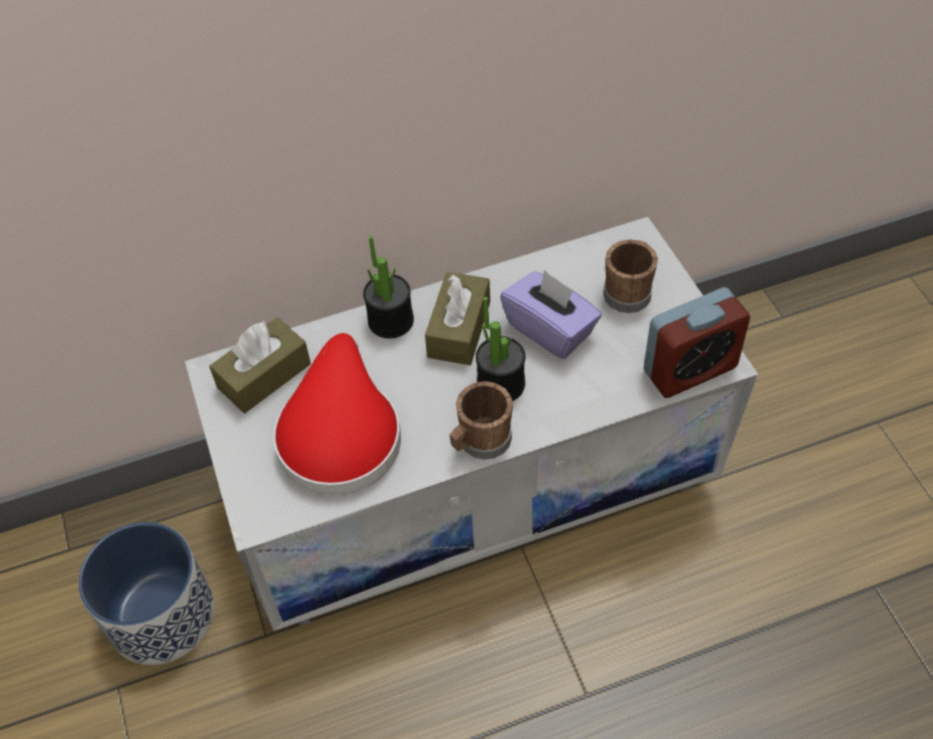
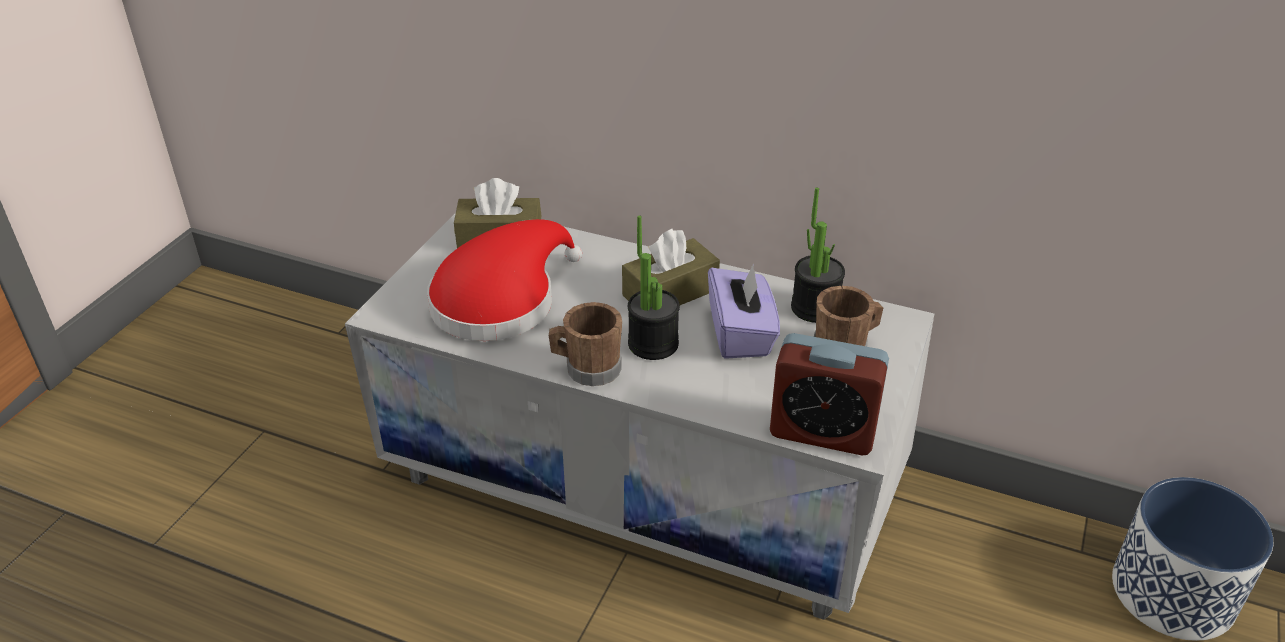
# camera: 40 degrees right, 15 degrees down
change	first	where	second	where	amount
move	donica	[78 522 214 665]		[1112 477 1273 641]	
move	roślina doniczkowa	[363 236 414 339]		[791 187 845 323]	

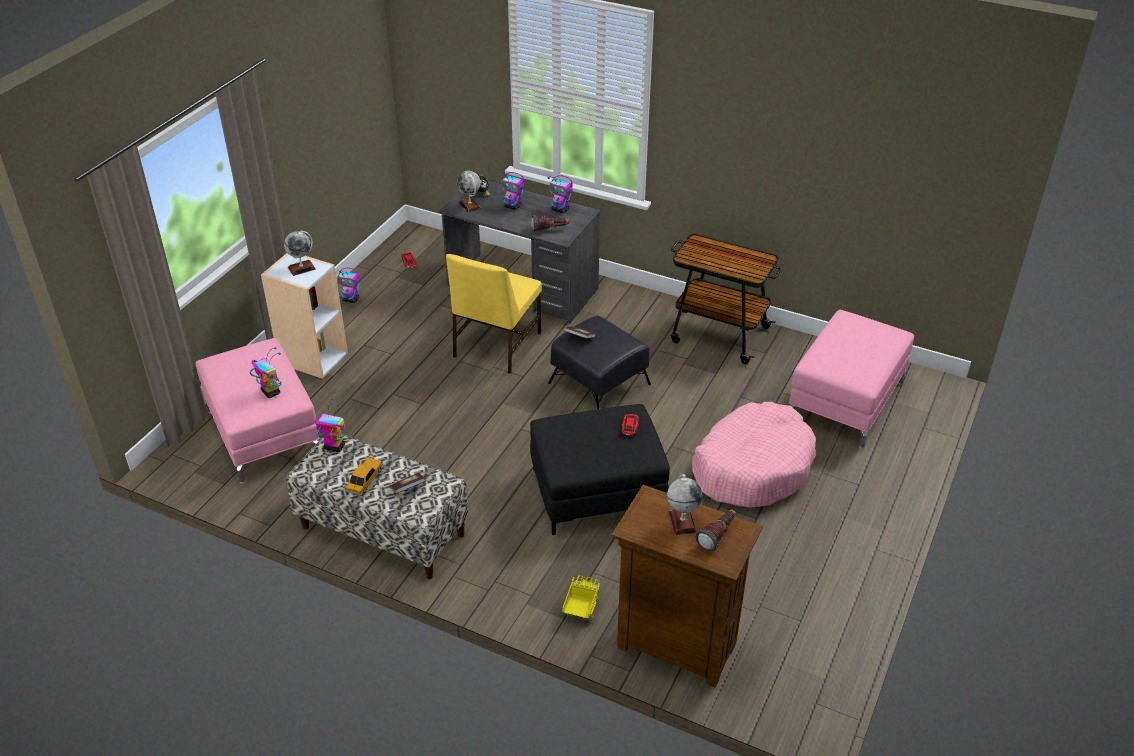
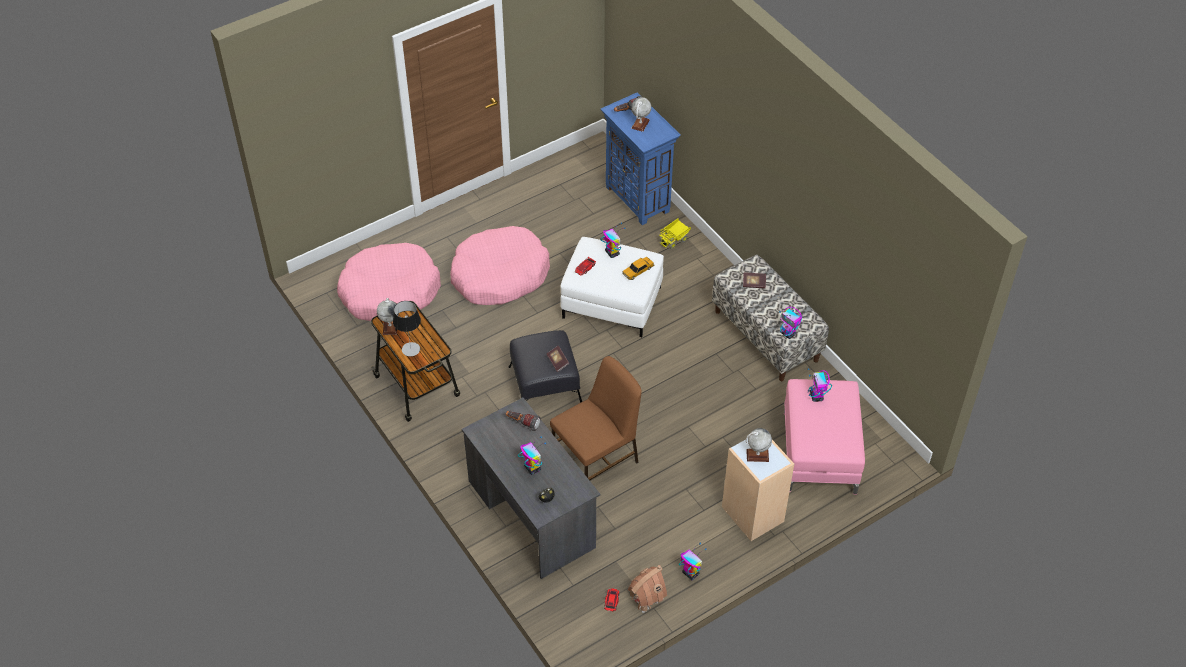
# camera: 150 degrees left, 10 degrees up
change	first	where	second	where	amount
move	samochodzik	[345 458 383 496]		[622 257 654 280]	
recolor	krzesło (żółty)	[446 254 542 374]	krzesło (brązowy)	[550 356 642 480]	
move	globus	[457 171 482 213]		[377 298 398 335]	
recolor	pufa (czarny)	[530 404 670 535]	pufa (biały)	[560 237 664 337]	
move	robot zabawkowy	[547 175 573 214]		[600 223 626 258]	
recolor	szafka (brązowy)	[612 485 763 688]	szafka (niebieski)	[600 93 681 225]	
replace	pufa (różowy)	[789 310 914 449]	legowisko (różowy)	[337 243 441 321]	
insert			lampa stołowa	[393 301 421 357]	
insert			domek	[628 565 667 613]	

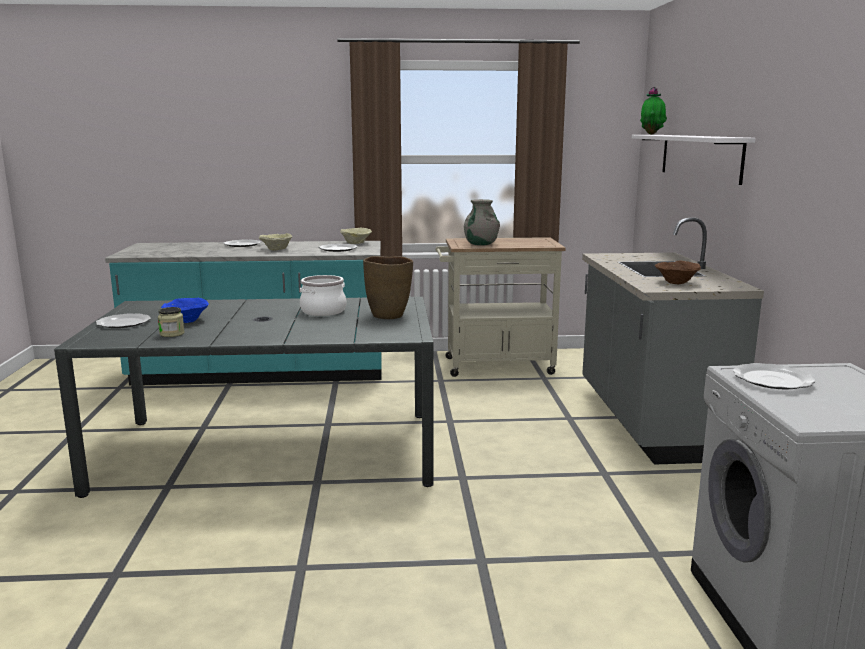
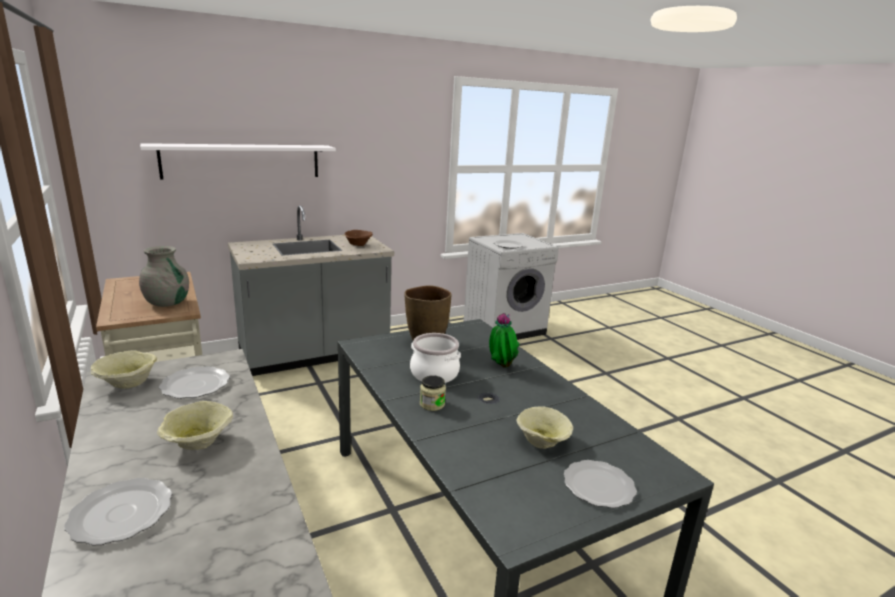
# camera: 115 degrees left, 5 degrees up
change	first	where	second	where	amount
move	słoik	[158 307 185 337]		[420 376 446 411]	
recolor	miska (niebieski)	[161 298 209 323]	miska (beżowy)	[517 406 573 449]	
move	roślina doniczkowa	[640 87 667 135]		[489 313 520 368]	

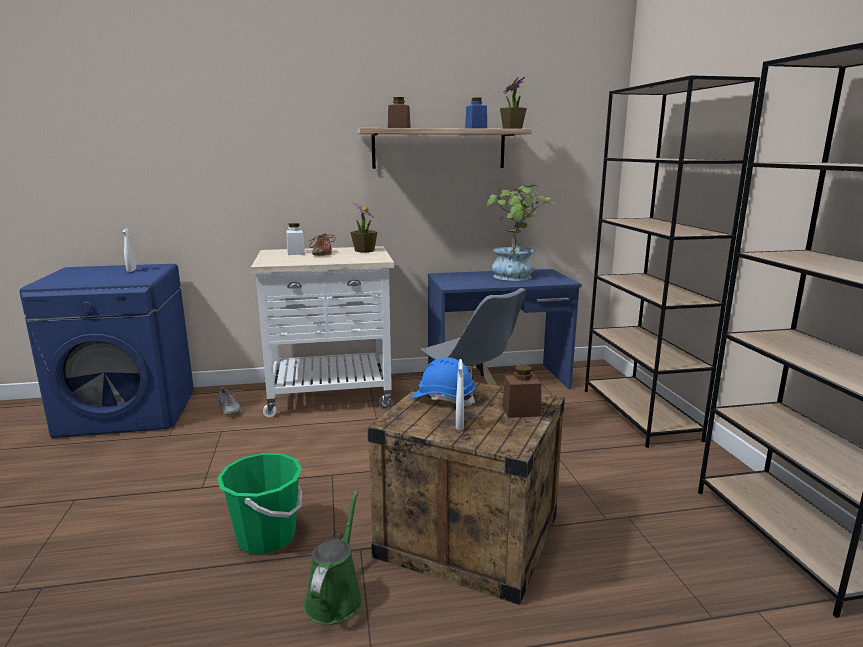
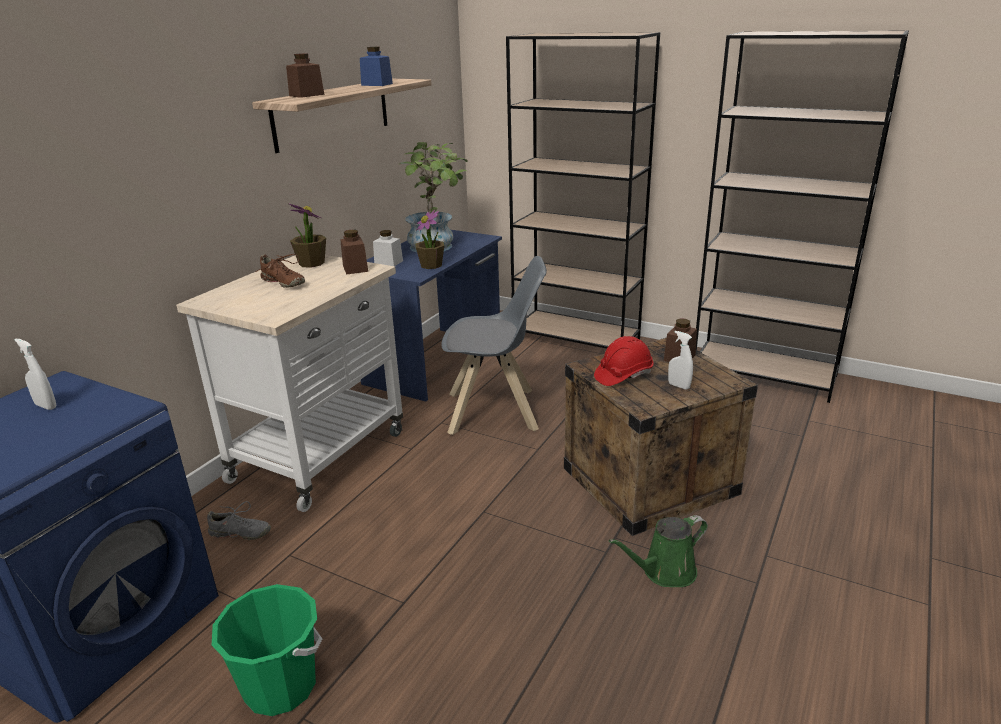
# camera: 50 degrees left, 10 degrees up
change	first	where	second	where	amount
move	wiadro (zielony)	[217 453 302 554]		[212 584 322 716]	
move	słoik (biały)	[286 223 305 255]		[373 230 403 266]	
rotate	konewka (zielony)	[304 491 363 625]		[609 515 708 587]	75 degrees counterclockwise
recolor	kask (niebieski)	[412 357 475 406]	kask (czerwony)	[594 336 654 386]	
move	roślina doniczkowa	[500 77 527 129]		[415 210 444 269]	
insert			słoik (brązowy)	[340 230 368 275]	

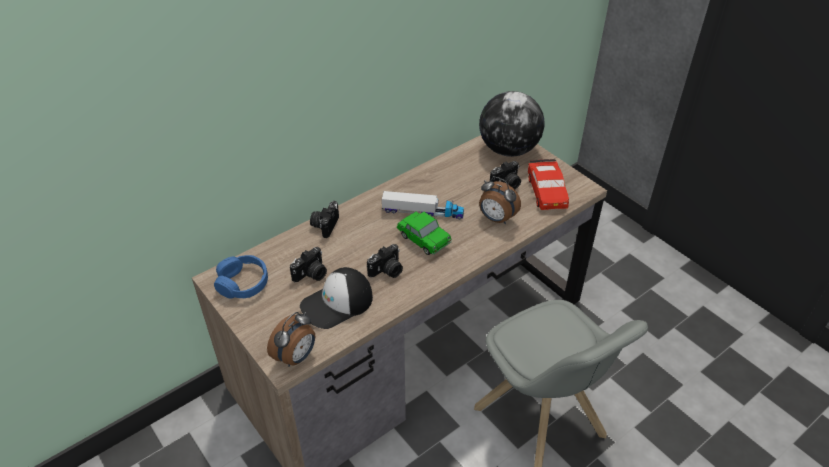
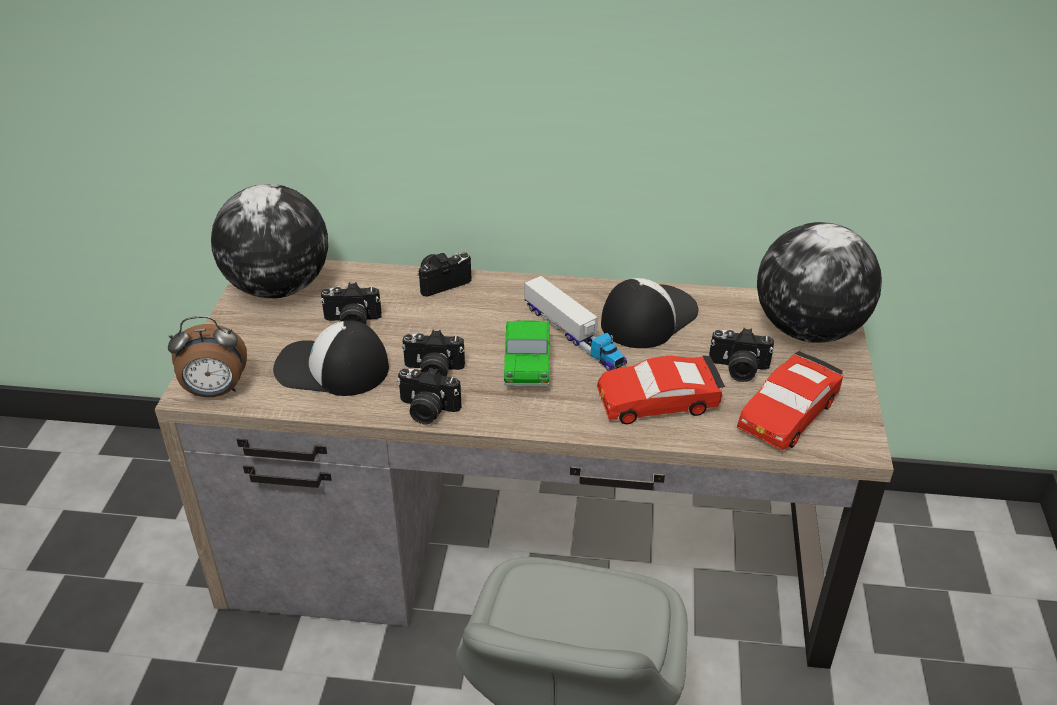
# camera: 45 degrees right, 5 degrees down
change	first	where	second	where	amount
replace	słuchawki (niebieski)	[214 255 268 298]	globus	[211 184 328 299]	
replace	budzik	[479 177 521 224]	samochodzik (czerwony)	[597 355 725 424]	
insert			aparat fotograficzny	[397 367 462 424]	
insert			czapka z daszkiem	[601 278 699 348]	

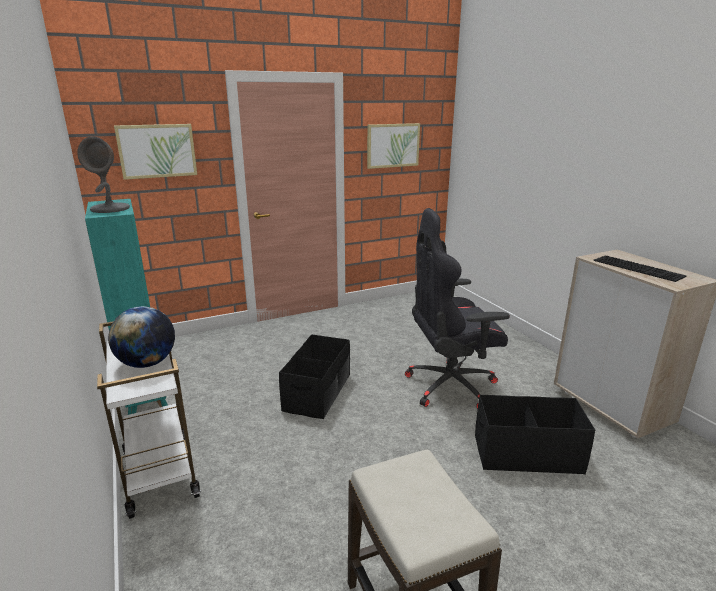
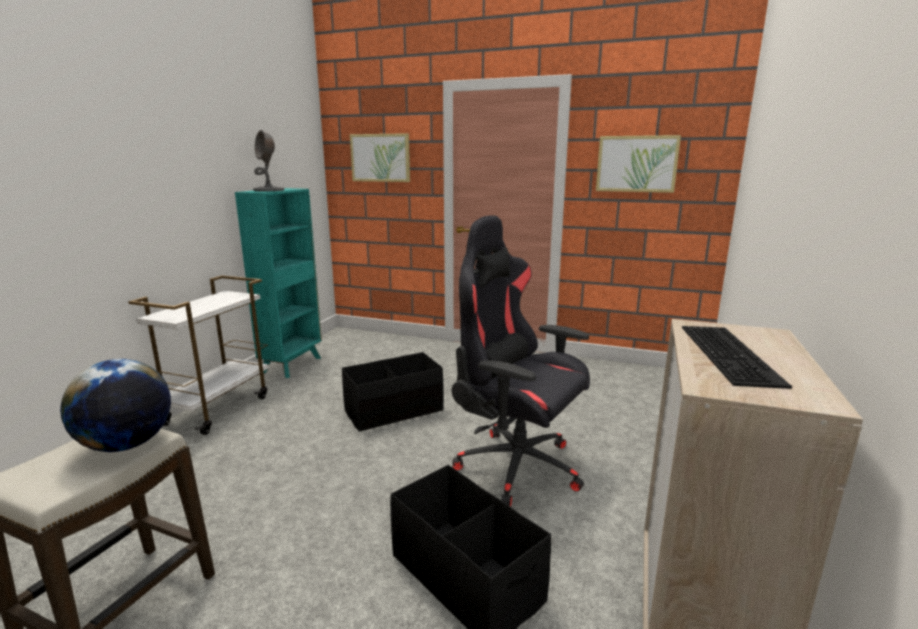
# camera: 45 degrees right, 5 degrees down
change	first	where	second	where	amount
move	globus	[108 306 175 368]		[60 359 171 452]	

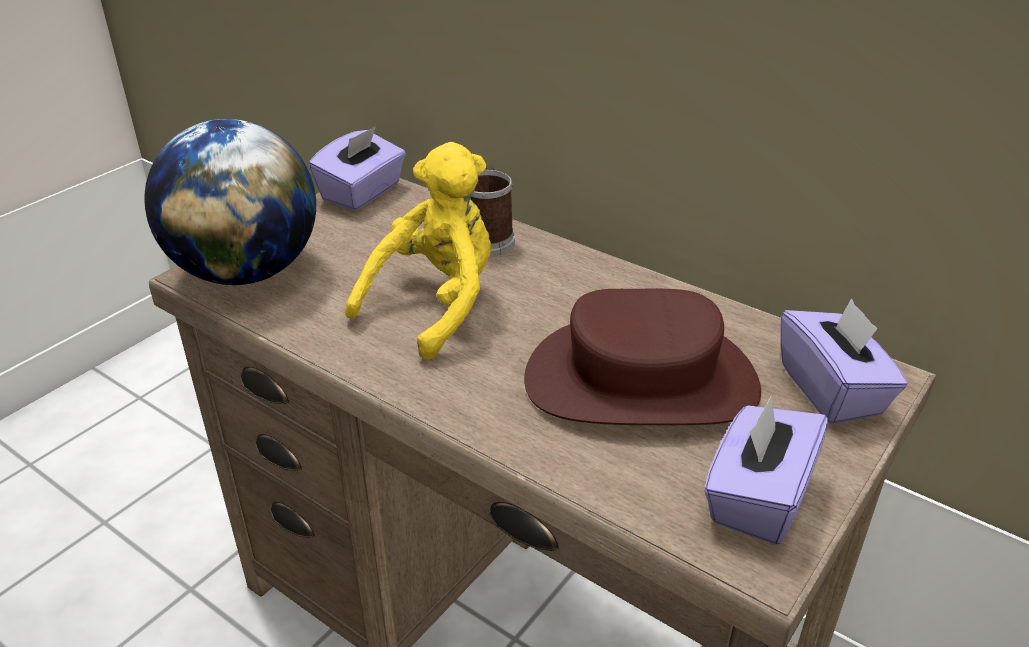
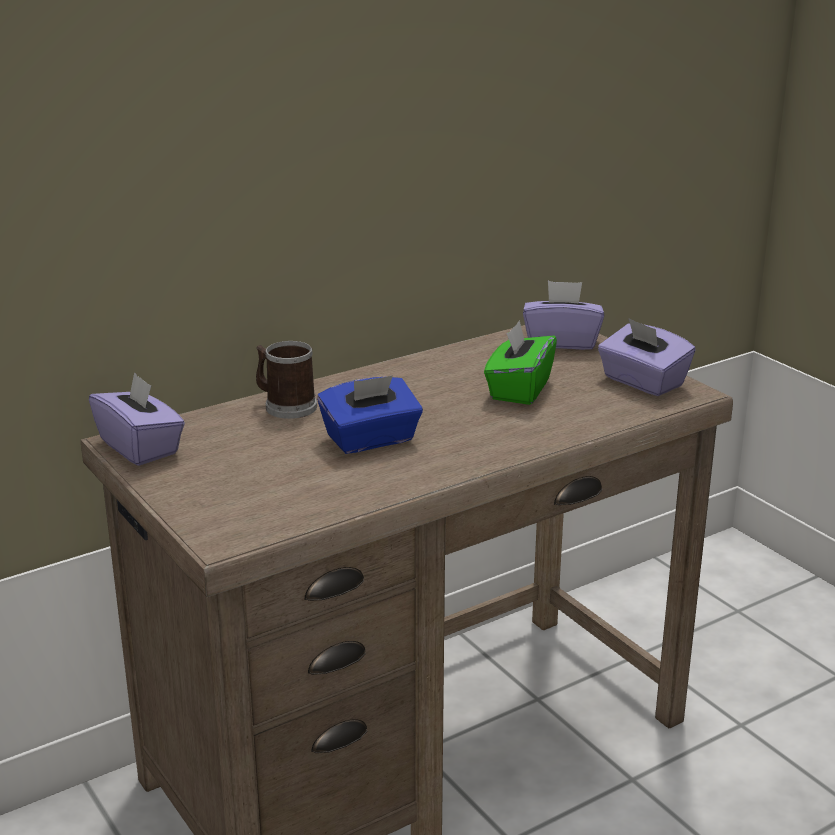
# camera: 70 degrees left, 10 degrees down
change	first	where	second	where	amount
delete	globus	[144 119 316 285]			
replace	pluszak (żółty)	[345 142 491 360]	pudełko chusteczek (niebieski)	[317 375 423 454]	
replace	kapelusz (brązowy)	[524 288 761 425]	pudełko chusteczek (zielony)	[484 320 557 405]	

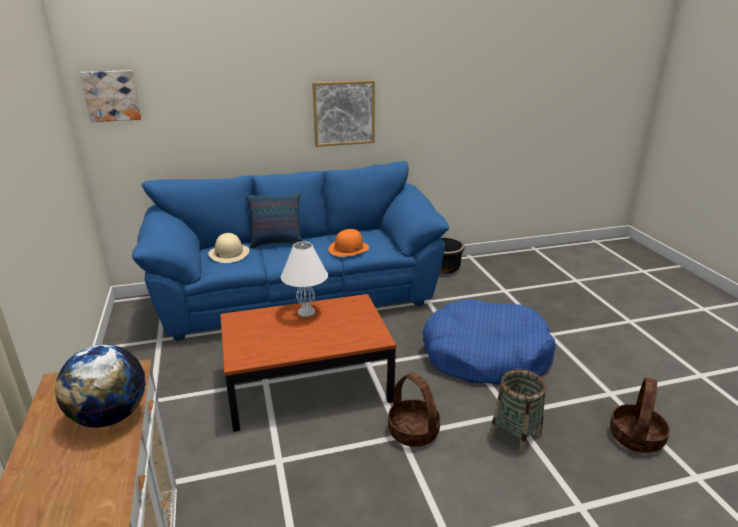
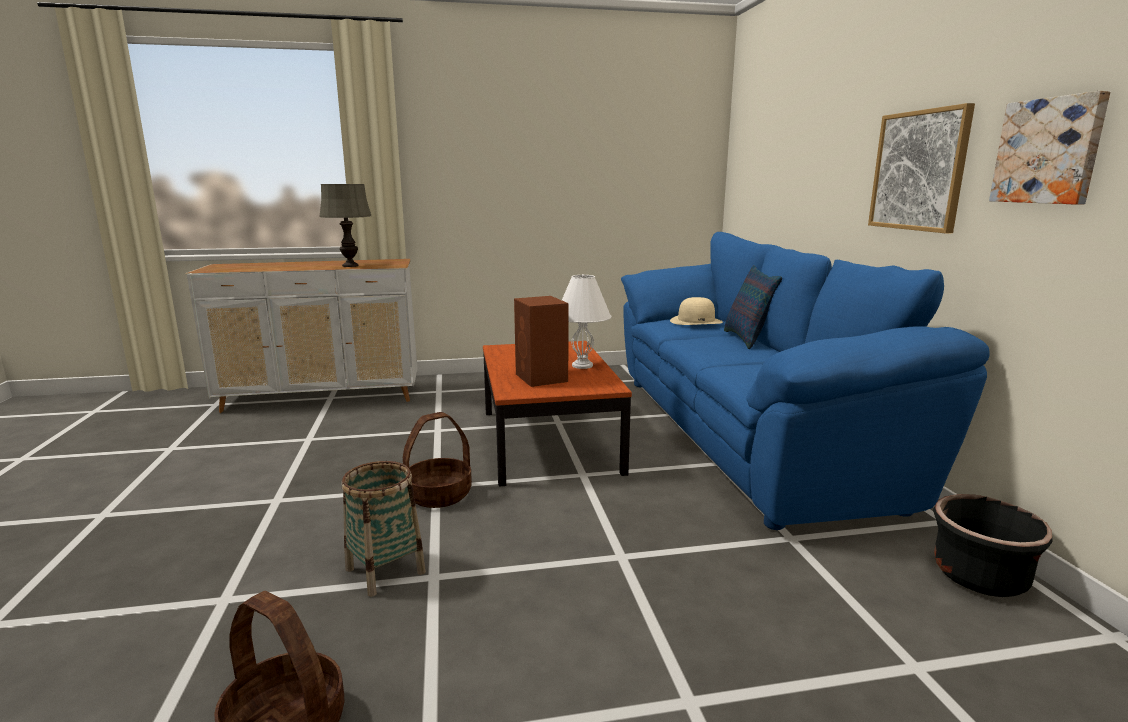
# camera: 95 degrees right, 10 degrees down
change	first	where	second	where	amount
replace	globus	[55 344 145 428]	lampa stołowa (szary)	[319 184 371 267]	
move	obraz	[80 70 141 122]		[989 91 1111 205]	
delete	kapelusz (pomarańczowy)	[328 229 369 257]			
delete	legowisko (niebieski)	[423 299 556 384]			
insert			głośnik (brązowy)	[514 296 568 387]	

